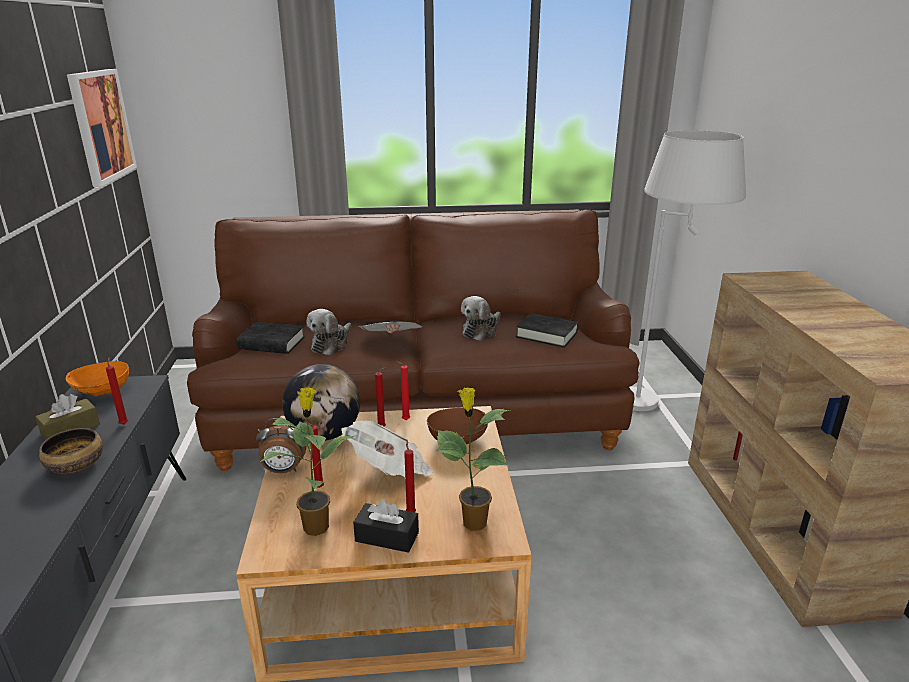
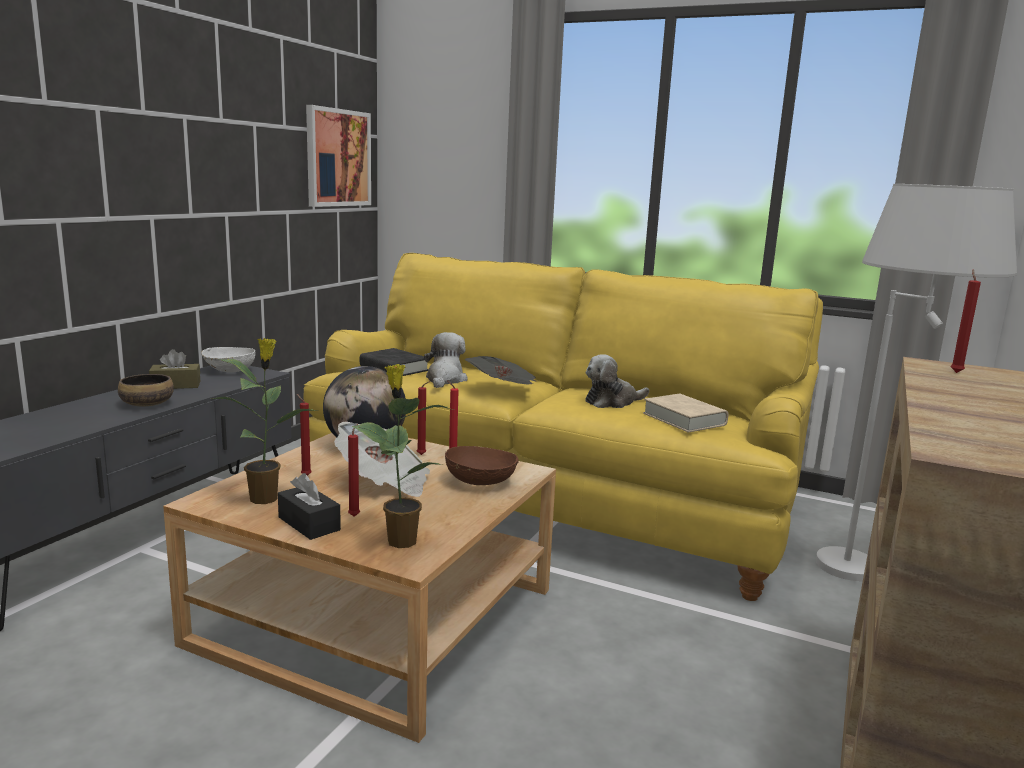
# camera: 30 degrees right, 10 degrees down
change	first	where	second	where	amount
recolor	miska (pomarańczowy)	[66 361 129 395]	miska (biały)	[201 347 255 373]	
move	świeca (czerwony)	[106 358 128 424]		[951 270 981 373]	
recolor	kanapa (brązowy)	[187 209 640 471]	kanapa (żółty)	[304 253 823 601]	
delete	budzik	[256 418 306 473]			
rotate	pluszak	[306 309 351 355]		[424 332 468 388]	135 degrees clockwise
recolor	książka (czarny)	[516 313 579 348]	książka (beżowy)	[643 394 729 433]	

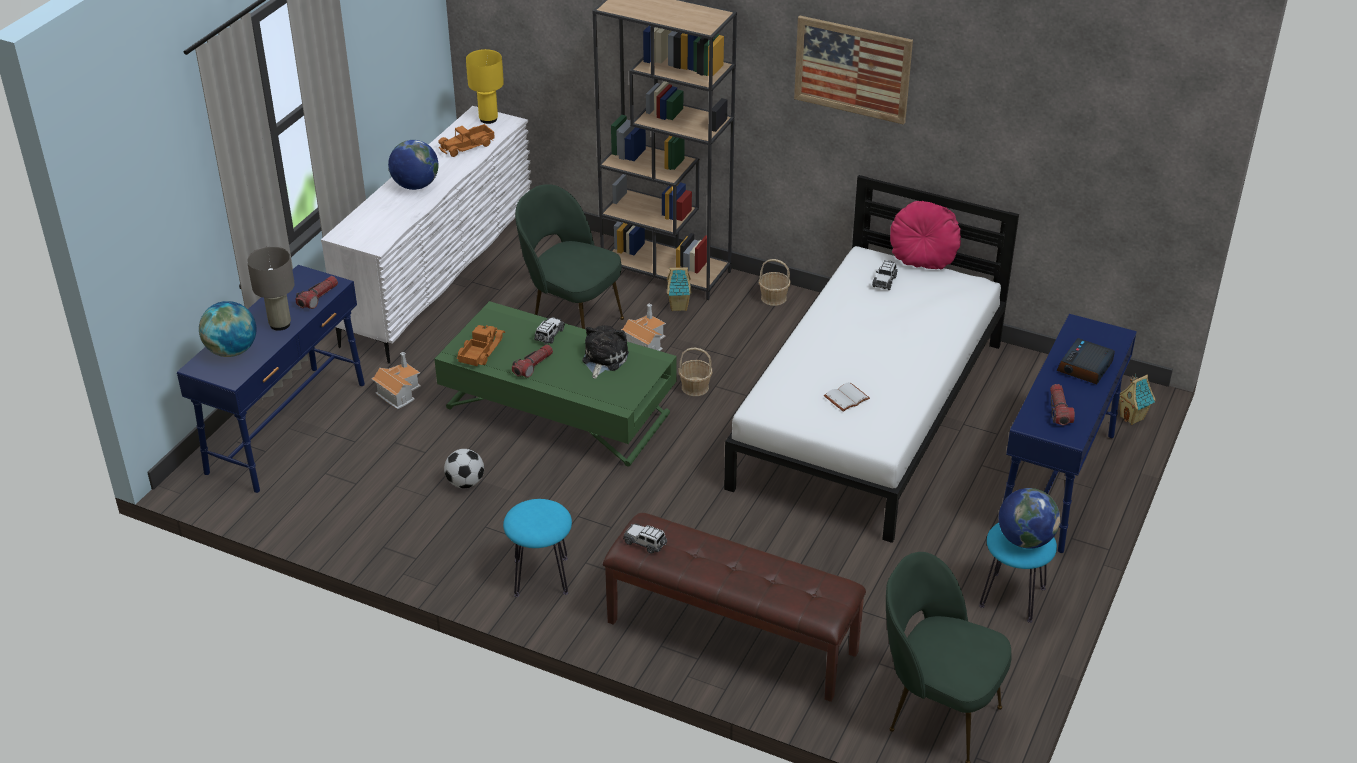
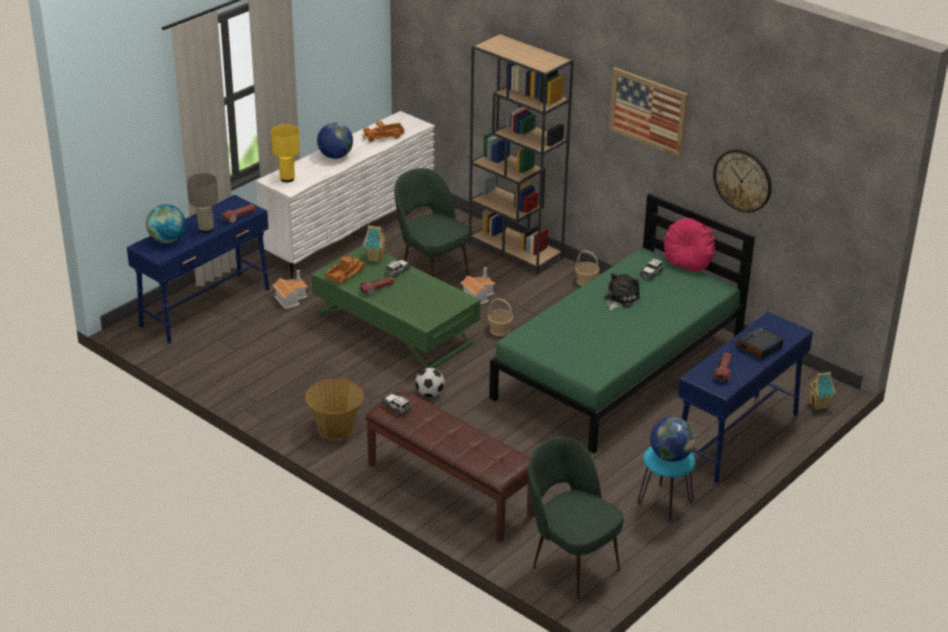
# camera: 15 degrees right, 5 degrees down
change	first	where	second	where	amount
move	piłka futbolowa	[444 449 484 488]		[415 368 445 397]	
move	lampa stołowa (żółty)	[466 49 504 124]		[271 124 300 182]	
replace	stołek (turkusowy)	[503 499 572 597]	koszyk	[305 379 364 439]	
move	pluszak	[582 325 629 379]		[605 273 640 311]	
move	domek	[667 265 691 311]		[363 225 387 262]	
recolor	łóżko (biały)	[724 175 1019 543]	łóżko (zielony)	[489 193 755 453]	
delete	książka (biały)	[824 382 870 412]			
insert			zegar ścienny	[713 149 772 213]	

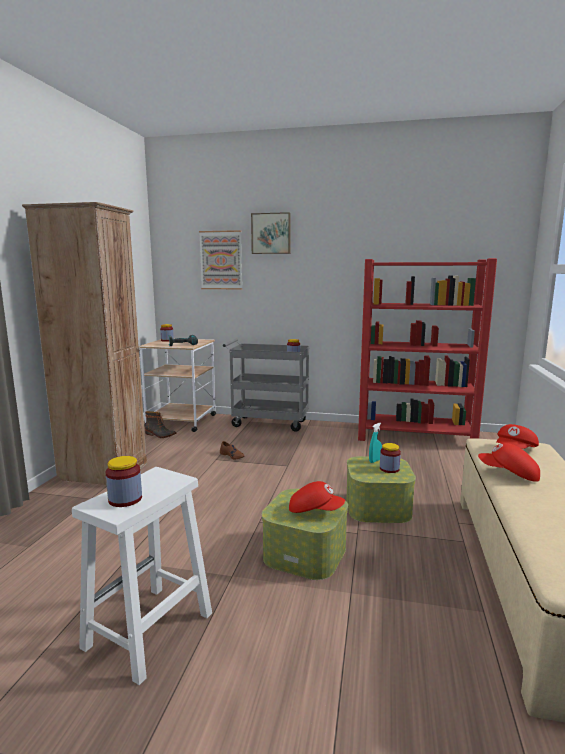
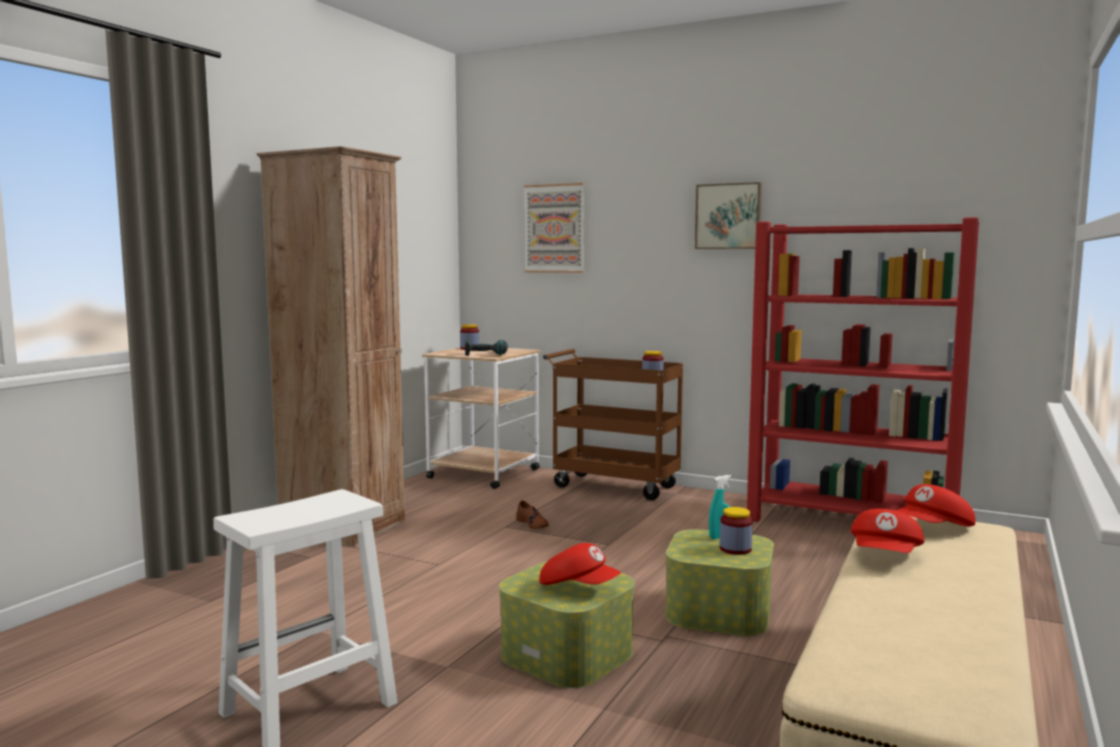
# camera: 15 degrees right, 5 degrees down
change	first	where	second	where	amount
delete	słoik	[106 456 142 507]			
delete	but z cholewką	[145 411 176 438]			
recolor	wózek (szary)	[223 338 309 432]	wózek (brązowy)	[543 349 683 500]	
move	obraz	[251 212 291 254]		[695 182 762 249]	
rotate	czapka z daszkiem (czerwony)	[478 443 540 482]		[851 509 924 553]	105 degrees counterclockwise

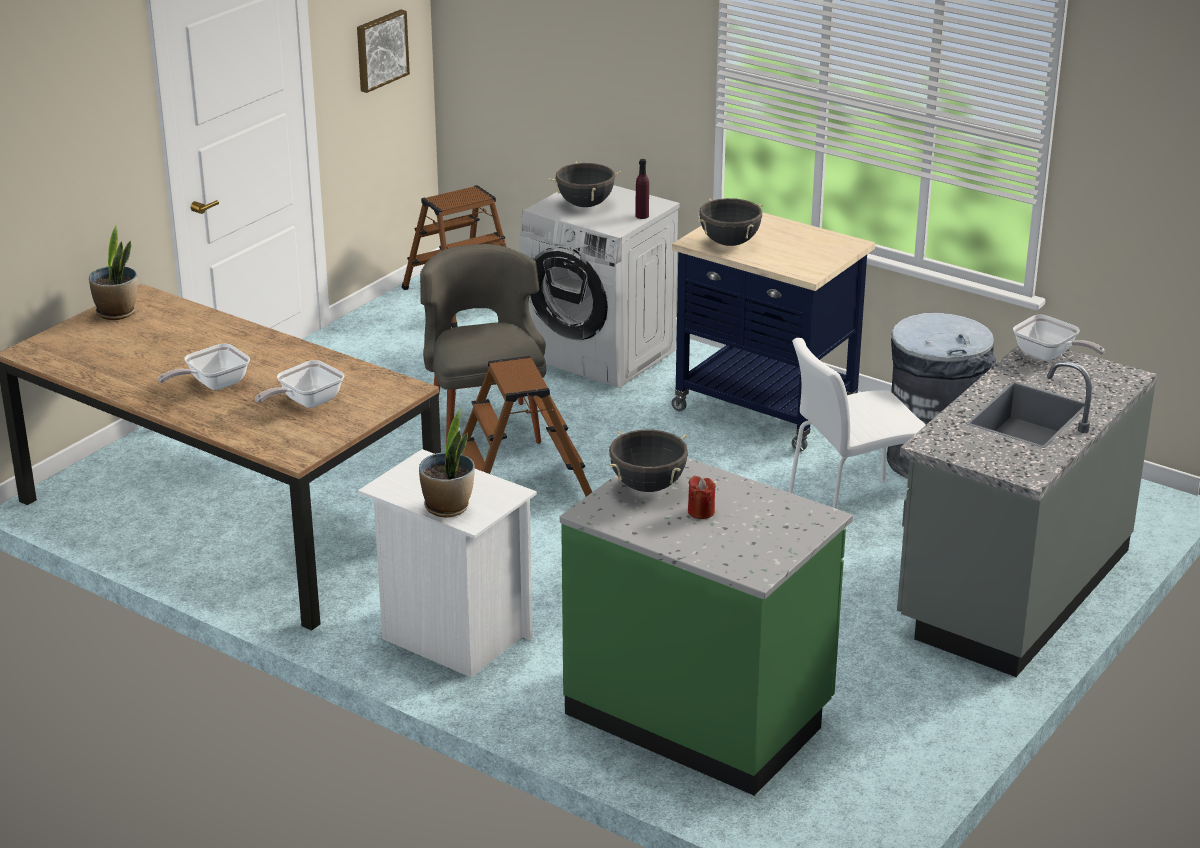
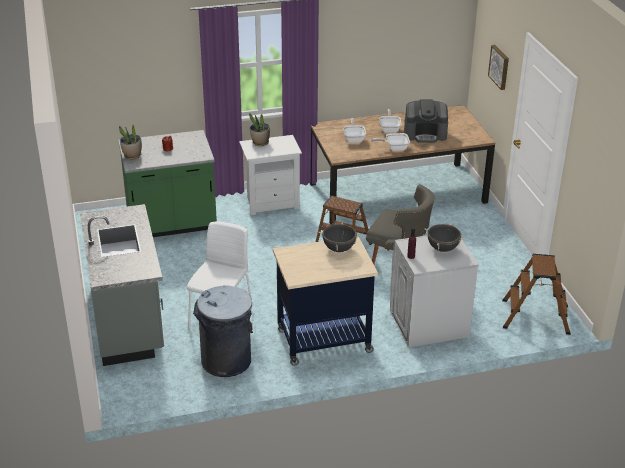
# camera: 130 degrees right, 5 degrees up
change	first	where	second	where	amount
move	roślina doniczkowa	[89 225 137 320]		[119 124 142 159]	
move	obraz	[357 9 410 93]		[488 45 509 90]	
delete	garnek (czarny)	[609 430 688 492]			
move	patelnia	[1013 315 1105 361]		[371 133 410 151]	
insert			ekspres do kawy	[404 99 448 143]	

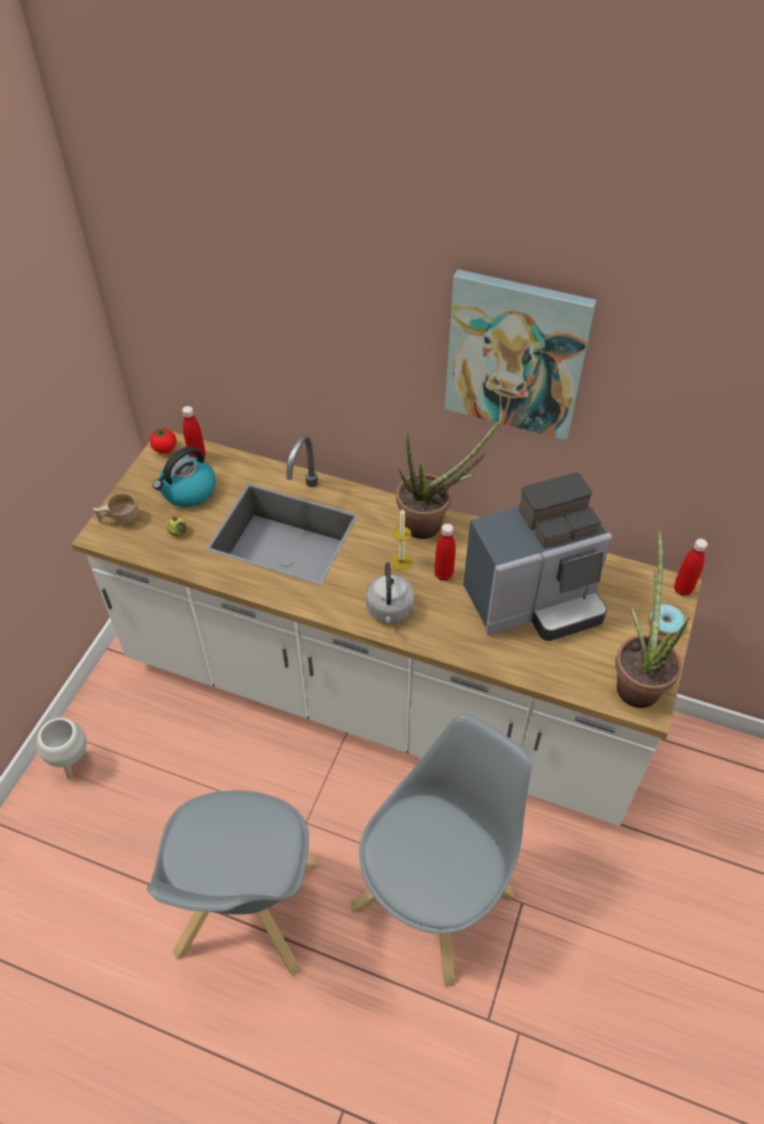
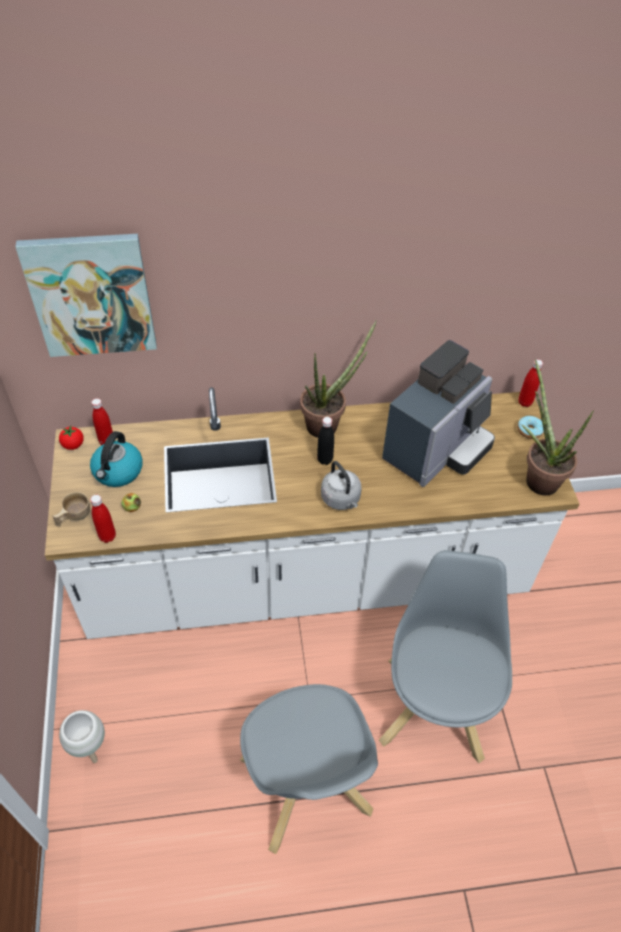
# camera: 30 degrees left, 0 degrees up
change	first	where	second	where	amount
replace	świeca	[391 509 412 570]	butelka (czarny)	[317 417 334 465]	
move	butelka (czerwony)	[434 523 456 581]		[90 495 116 543]	
move	obraz	[445 269 597 440]		[15 234 157 357]	

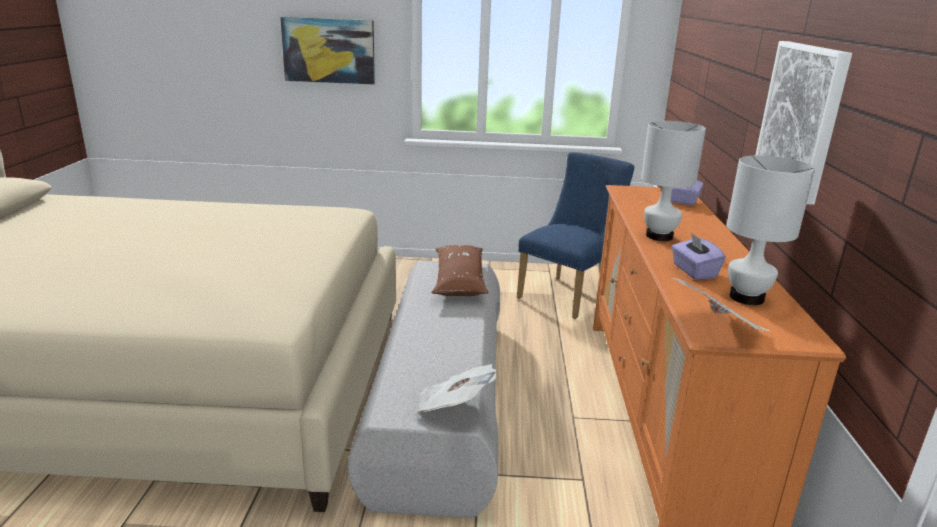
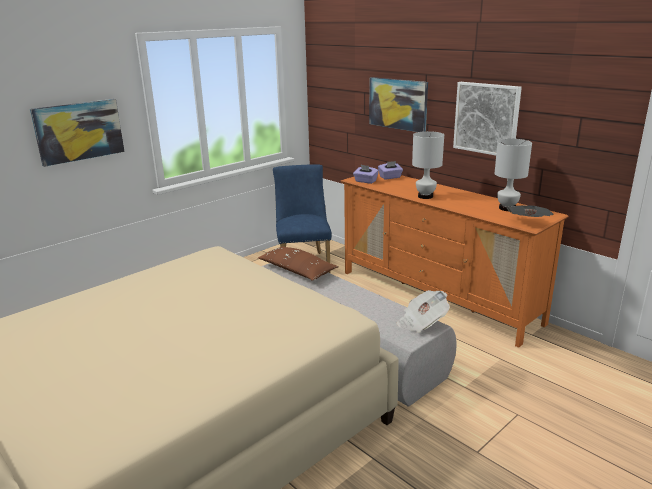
# camera: 45 degrees left, 0 degrees up
change	first	where	second	where	amount
move	pudełko chusteczek (fioletowy)	[672 233 726 280]		[353 165 379 184]	
insert			obraz	[369 77 428 132]	

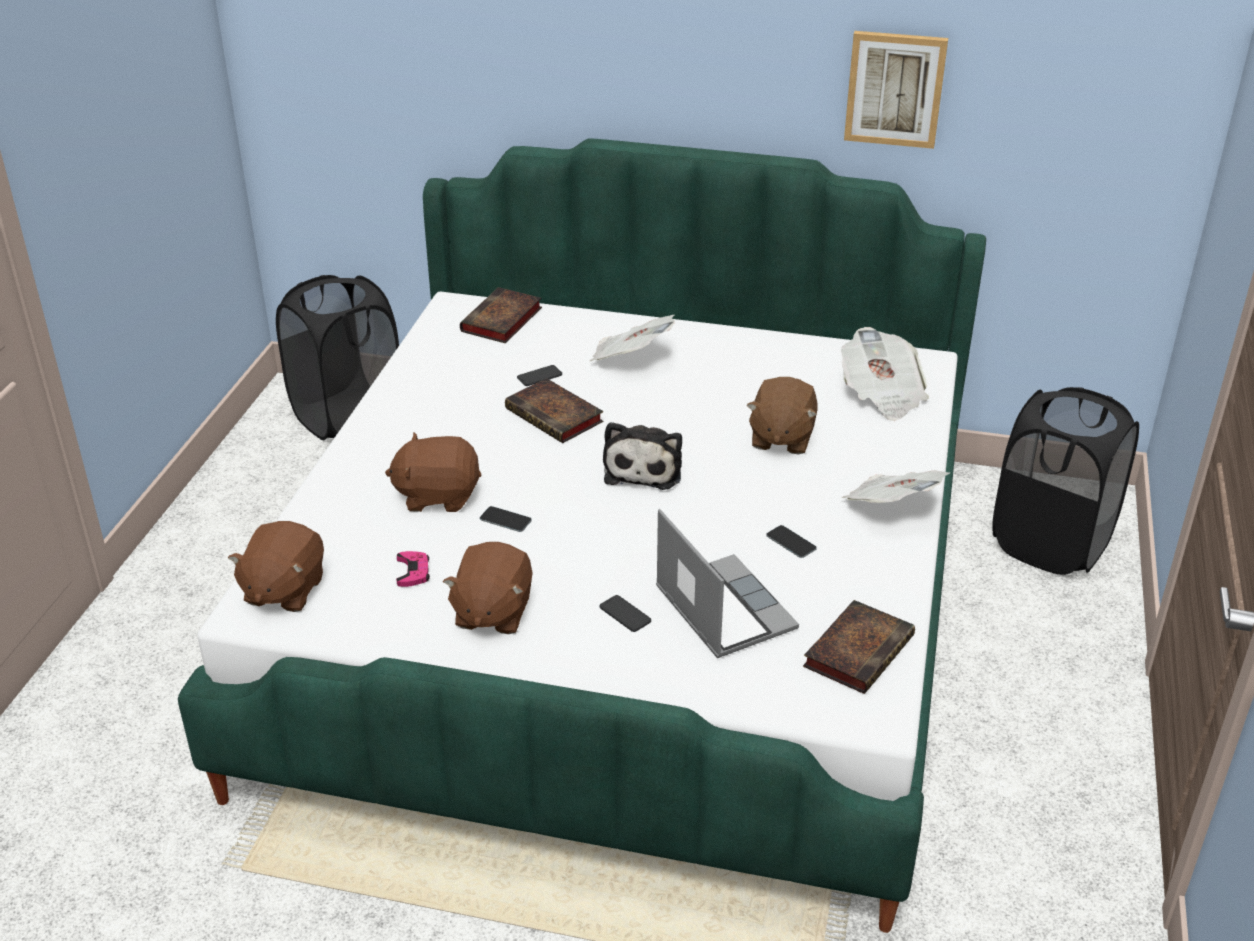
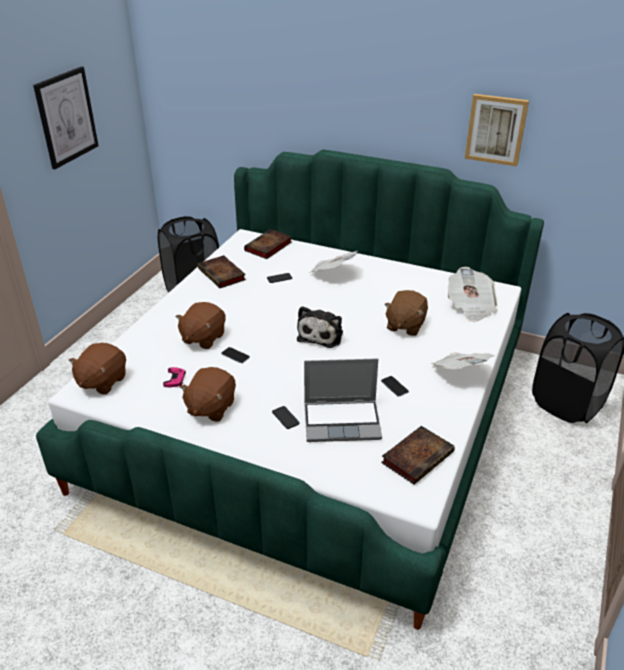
# camera: 10 degrees right, 0 degrees up
change	first	where	second	where	amount
rotate	pluszak (brązowy)	[385 433 482 512]		[175 302 226 349]	75 degrees counterclockwise
move	książka	[505 378 603 443]		[198 255 246 288]	
rotate	laptop	[656 509 799 658]		[304 358 382 442]	105 degrees clockwise
insert			obraz	[33 66 98 169]	

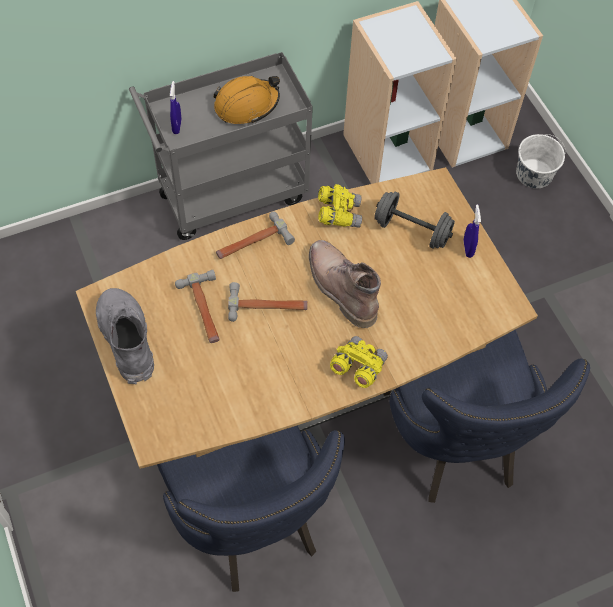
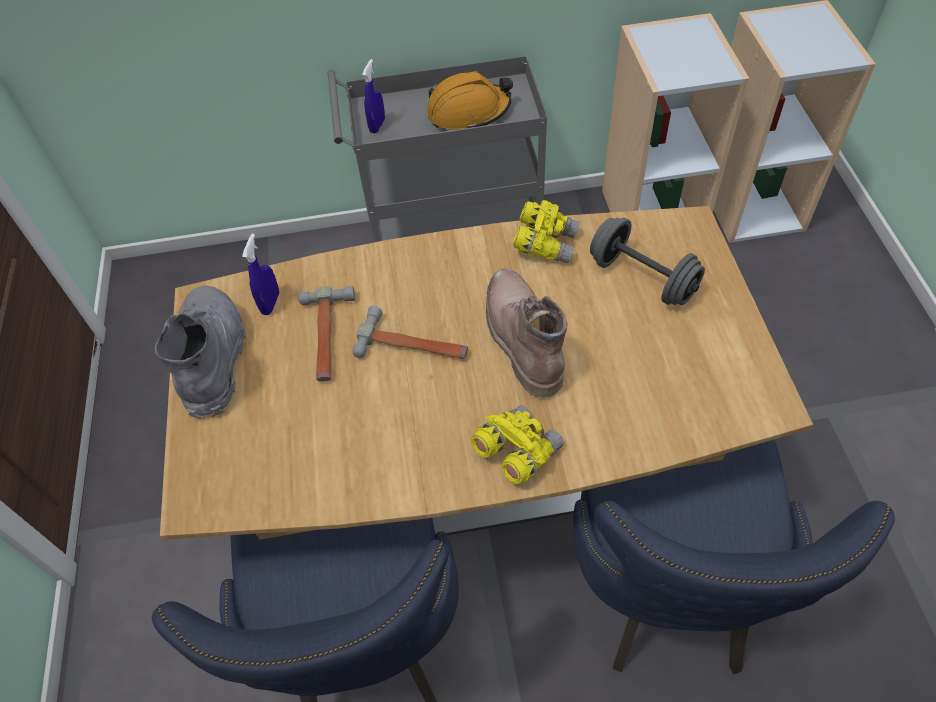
# camera: 20 degrees right, 5 degrees down
change	first	where	second	where	amount
delete	młotek	[216 211 295 259]			
move	spryskiwacz (niebieski)	[464 204 481 258]		[242 233 279 315]	
delete	wiadro (biały)	[516 134 566 188]			

